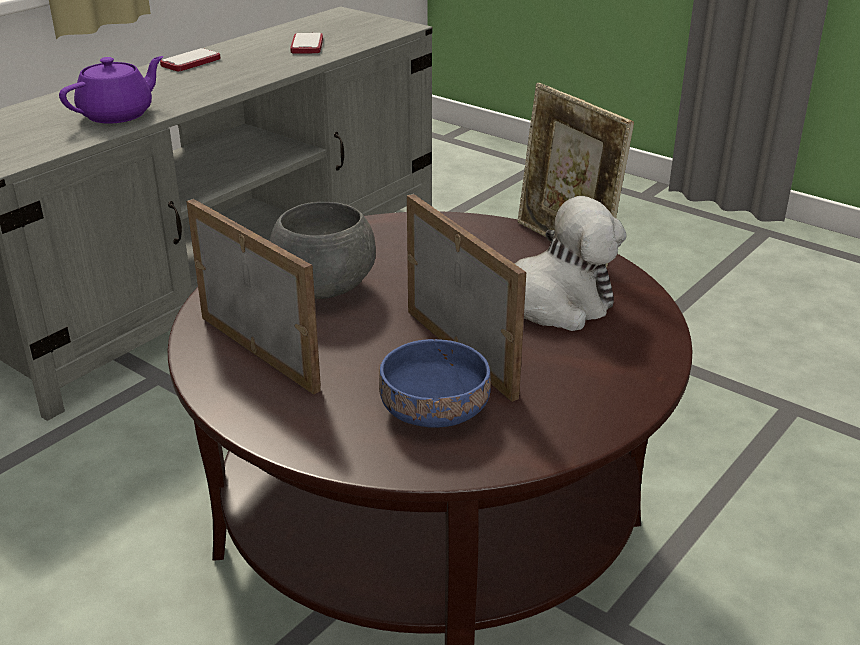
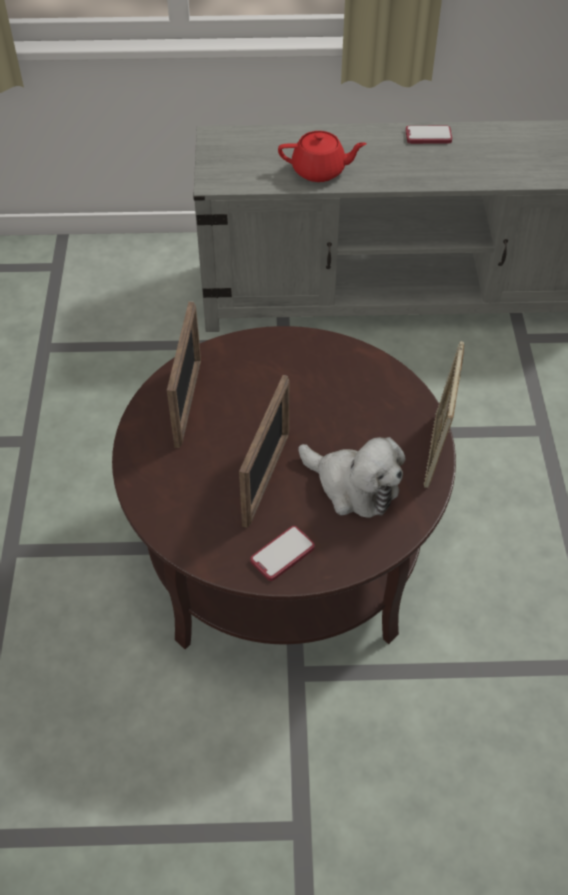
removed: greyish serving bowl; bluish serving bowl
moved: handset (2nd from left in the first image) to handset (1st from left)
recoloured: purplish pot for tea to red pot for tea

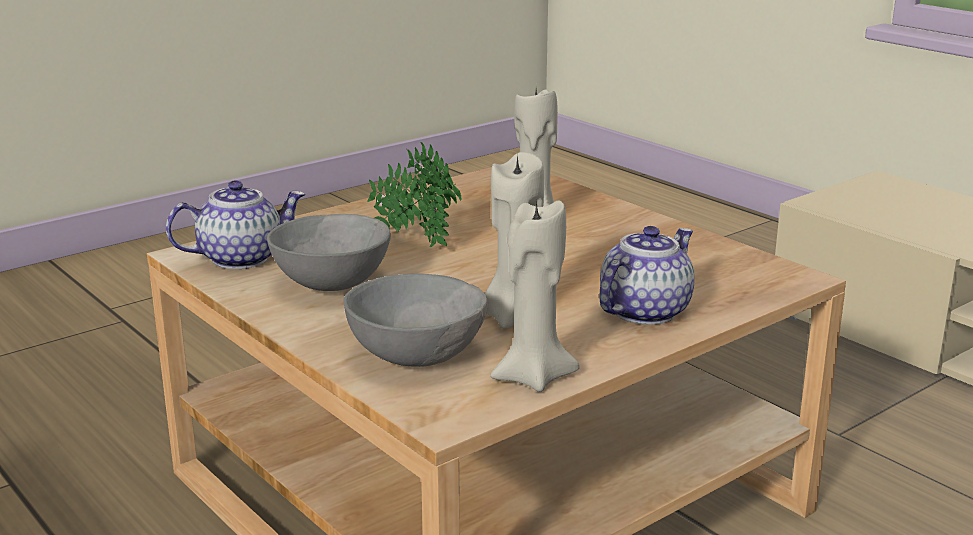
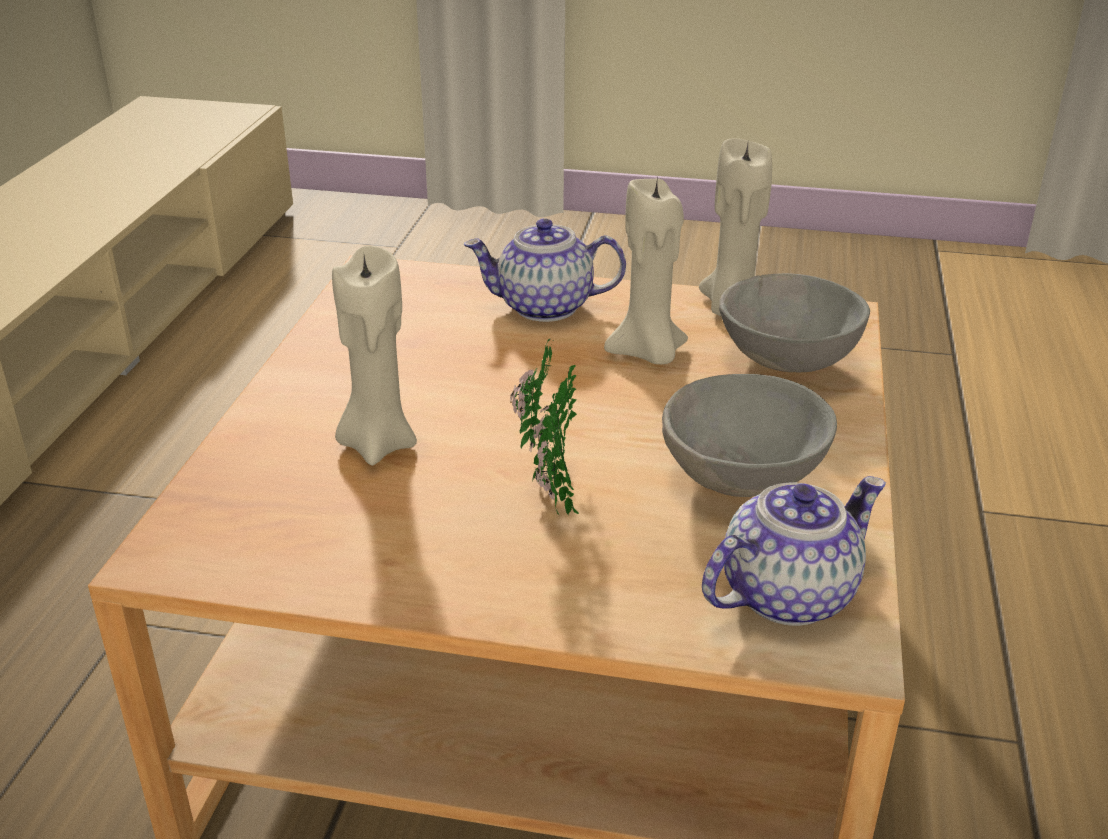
turned: pot for tea (1st from left in the first image) 120 degrees clockwise

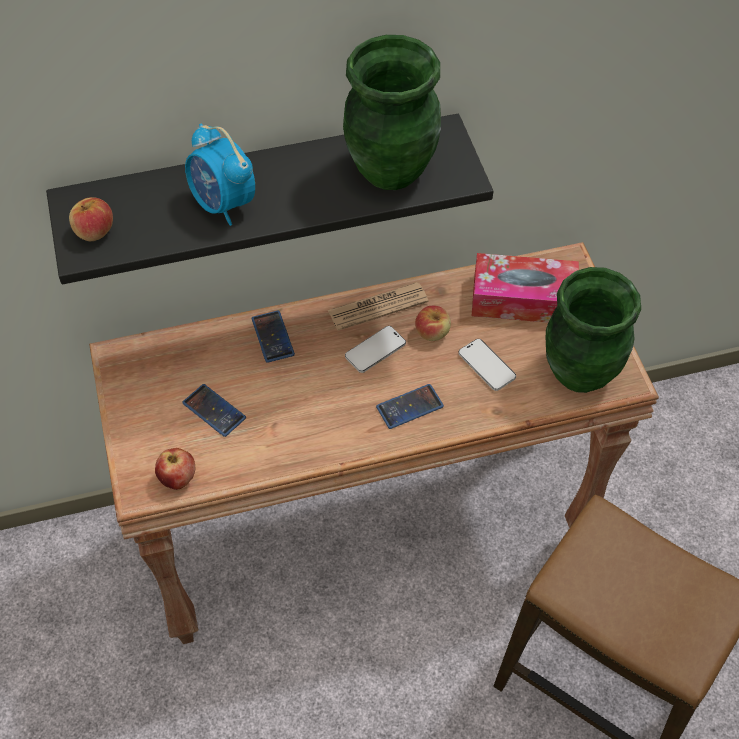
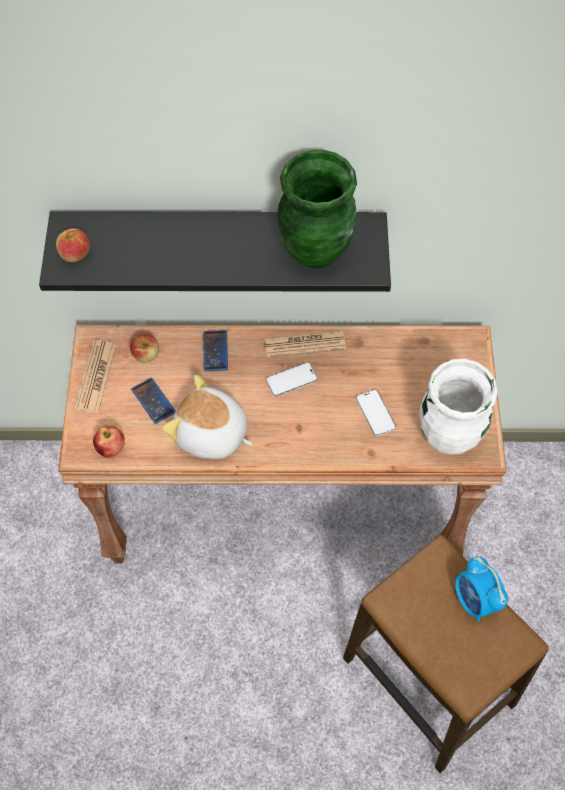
removed: handset (4th from left); box of tissues
added: printed paper (1st from left); cuddly toy
moved: whole apple (3rd from left); table clock
recoloured: green-coloured flower vase (2nd from left) to white-coloured flower vase

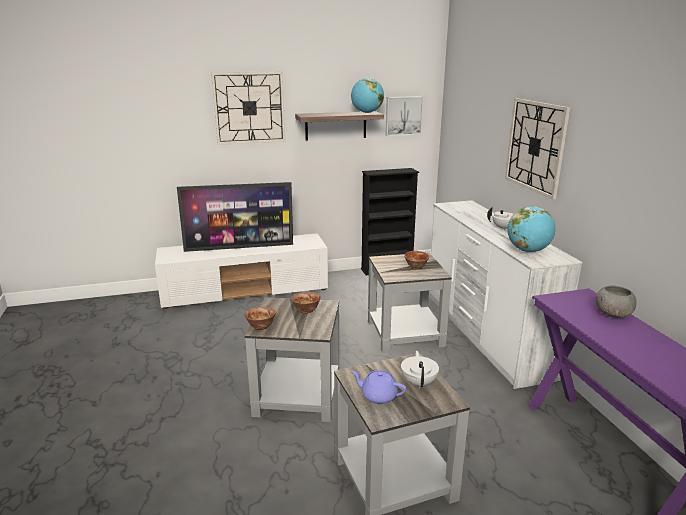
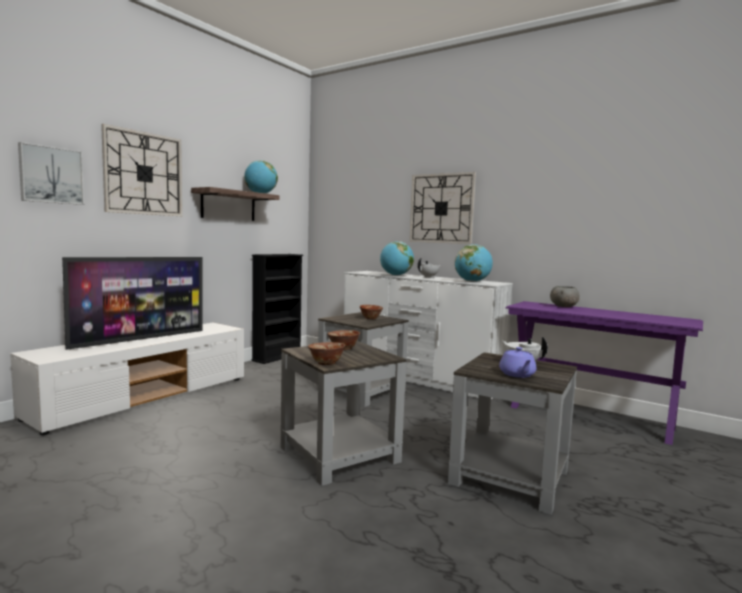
added: world globe (2nd from left)
moved: picture
turned: purplish pot for tea 75 degrees counterclockwise

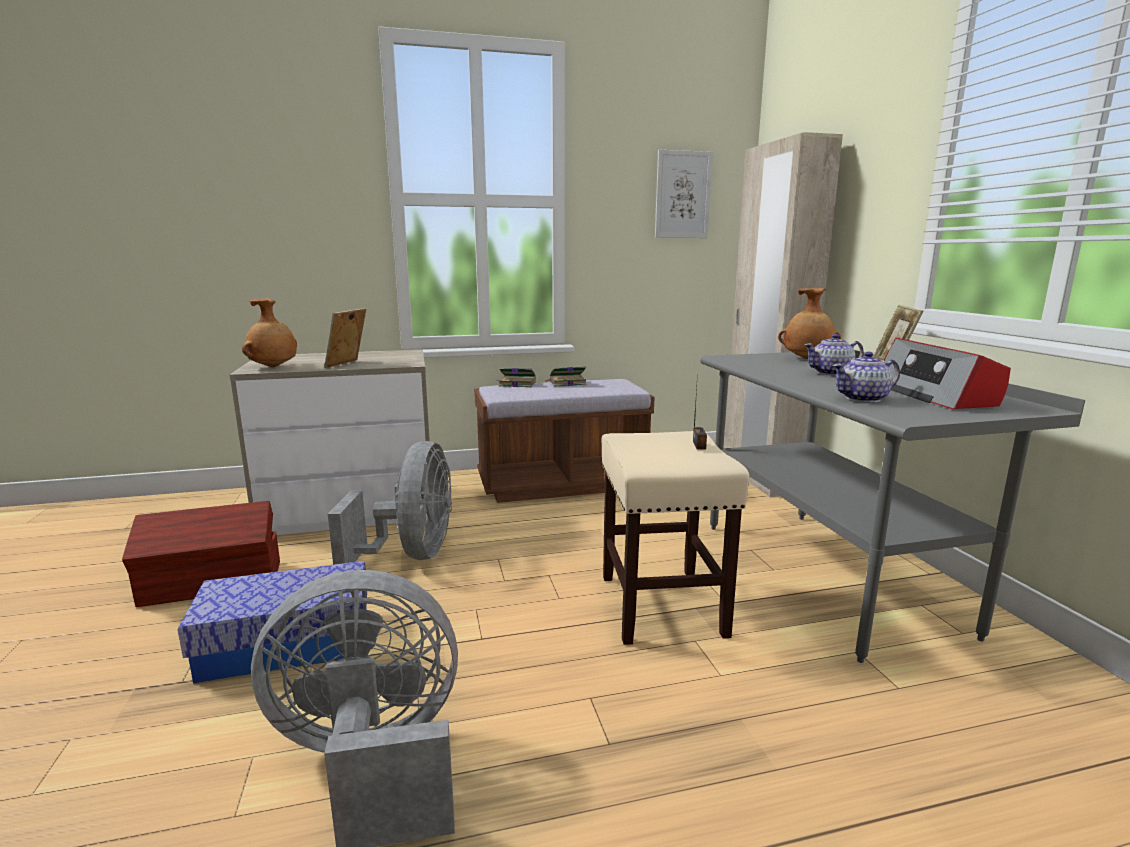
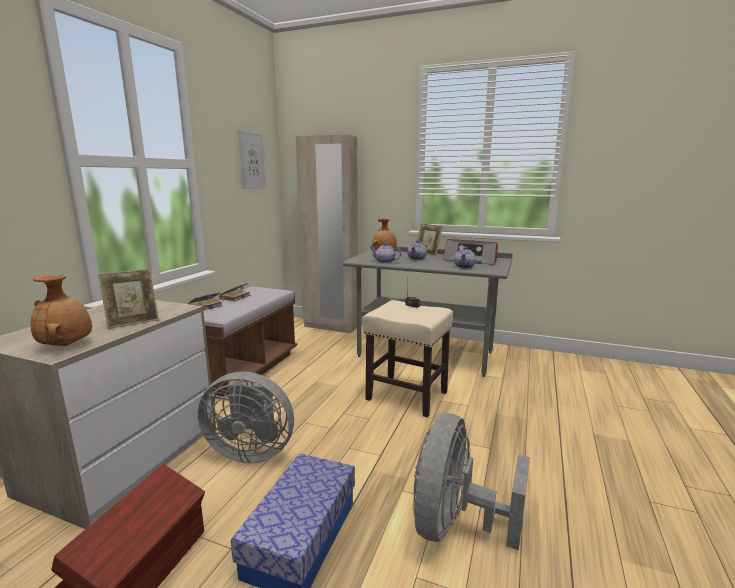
added: pot for tea (1st from left)
turned: standing frame (1st from left) 90 degrees counterclockwise; greyish fan (2nd from left in the first image) 150 degrees clockwise

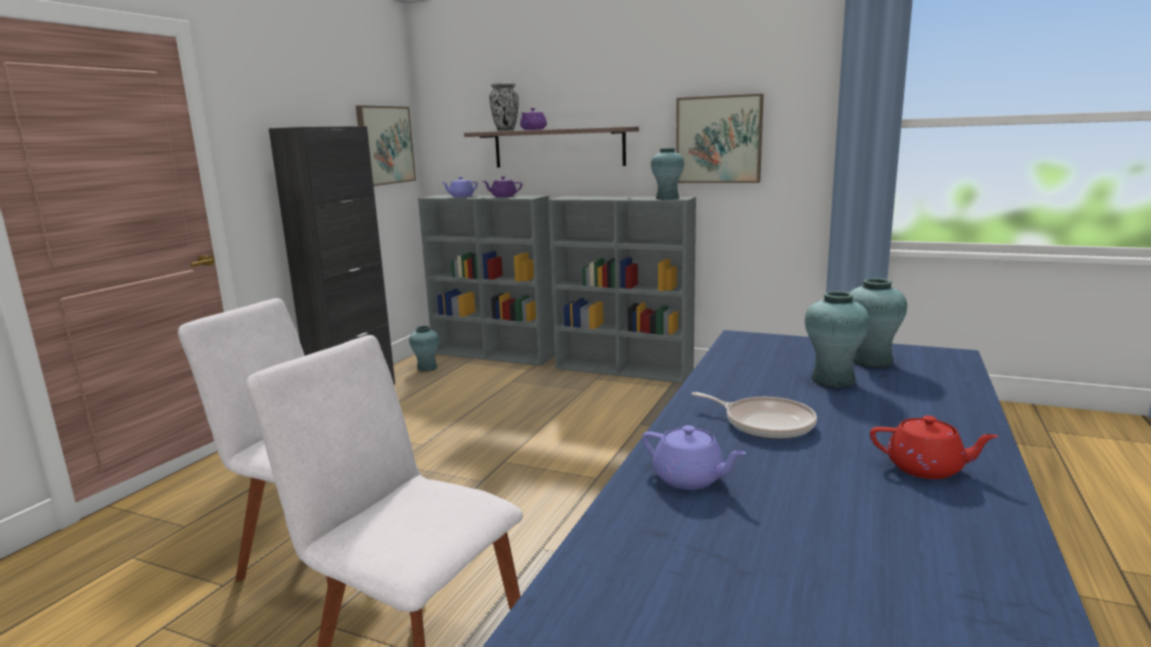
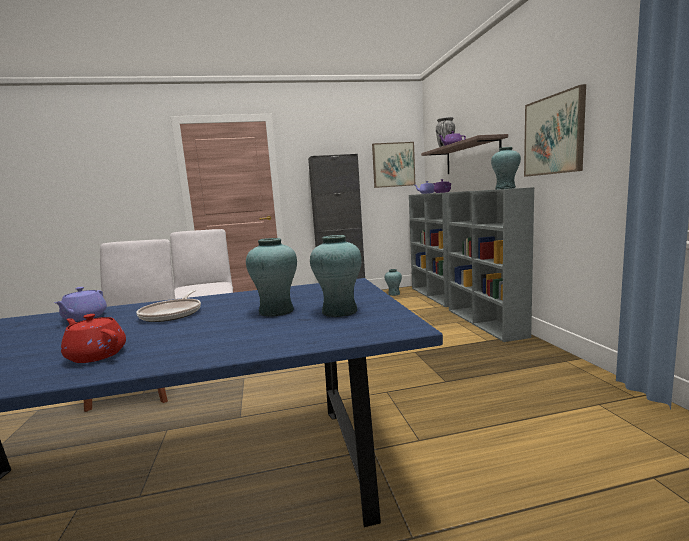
turned: red pot for tea 135 degrees clockwise

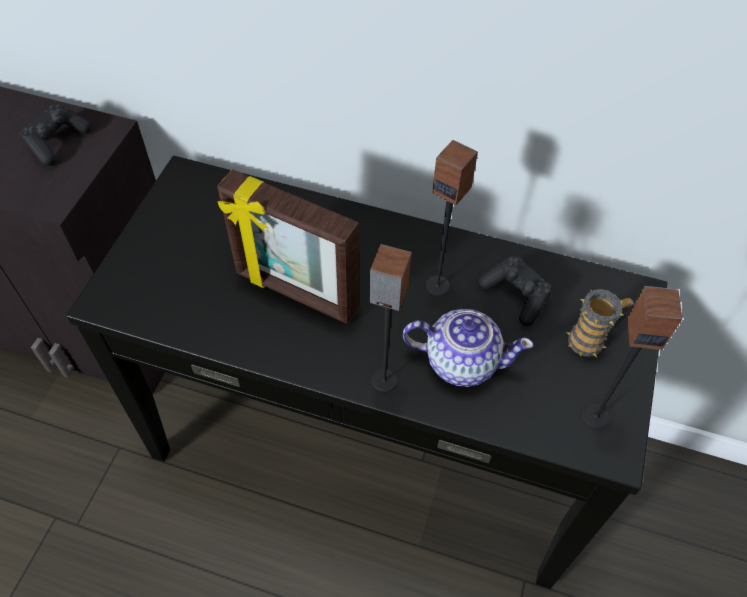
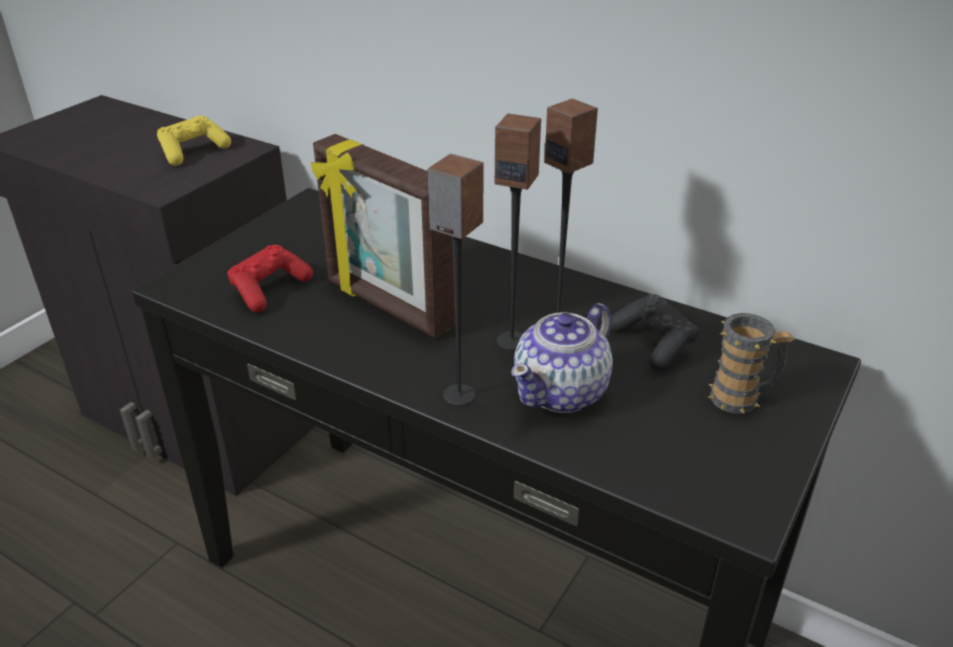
added: red gamepad
moved: speaker (3rd from left in the first image) to speaker (2nd from left)
recoloured: blackish gamepad (1st from left) to yellow gamepad
turned: pot for tea 105 degrees clockwise

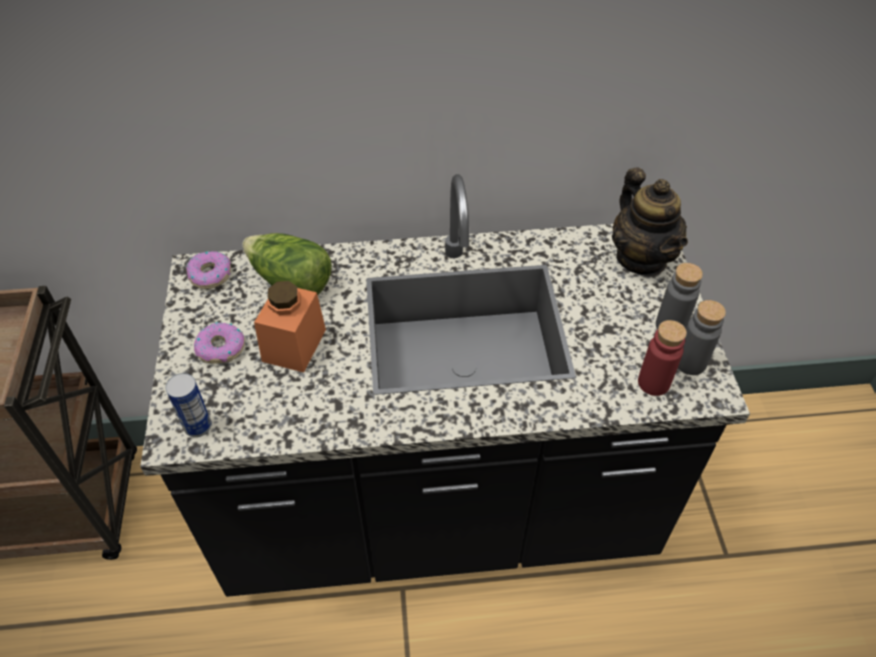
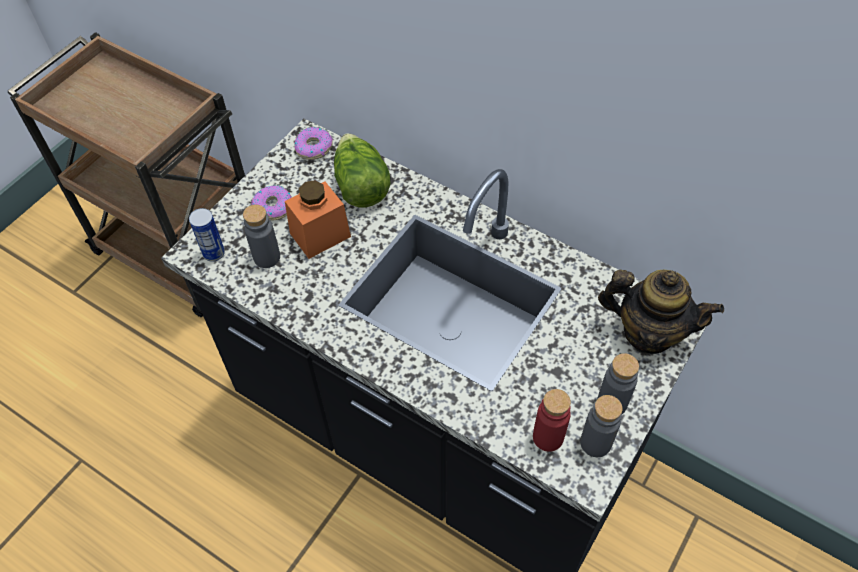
added: greyish bottle (1st from left)
turned: pot for tea 90 degrees counterclockwise

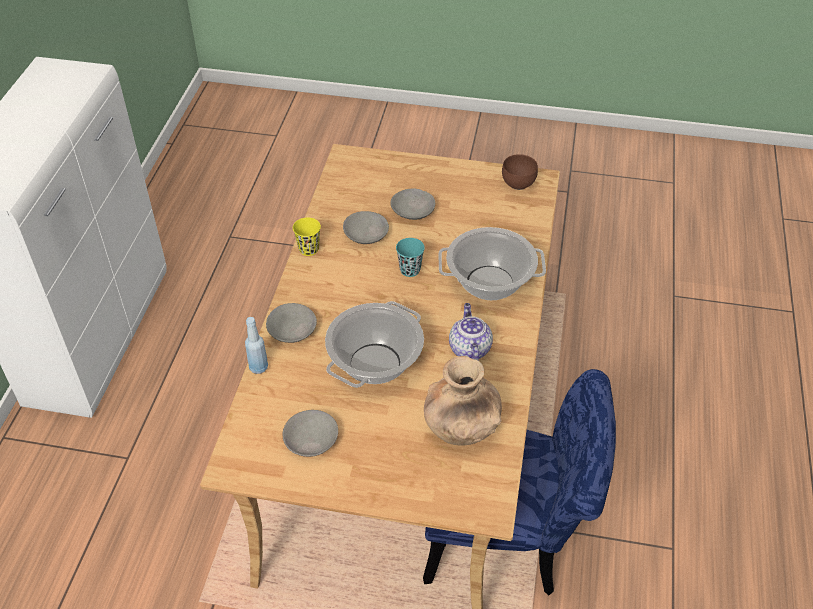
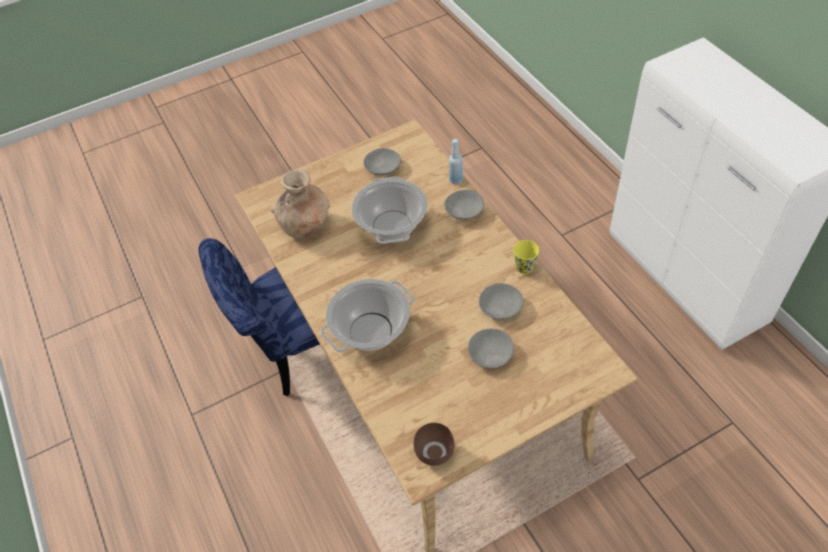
removed: blue-green drinking cup; pot for tea

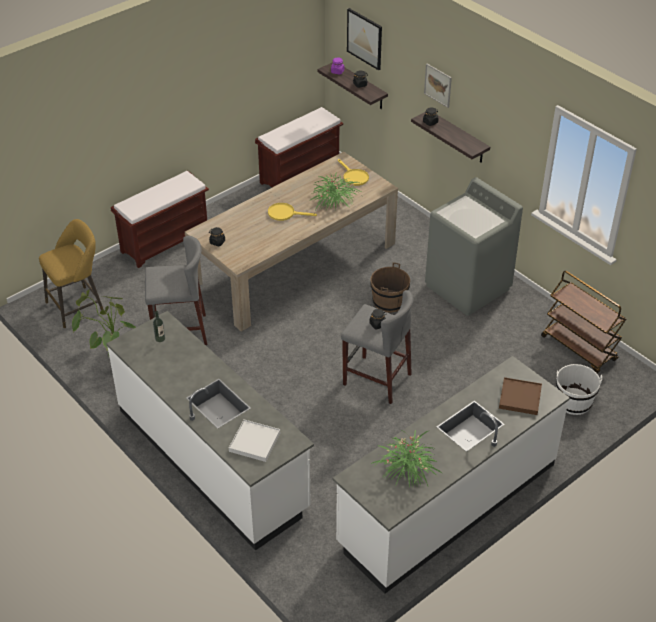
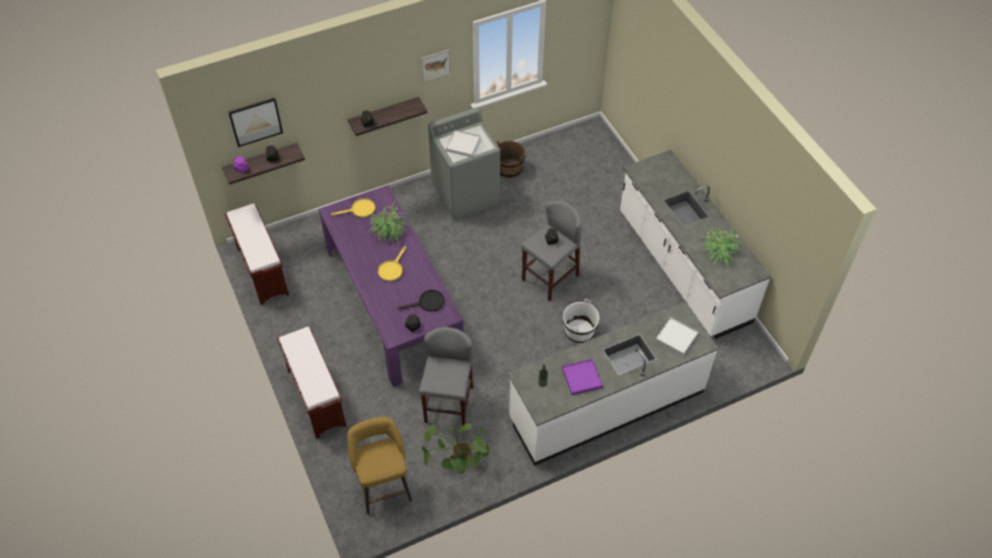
removed: brownish carrying tray; brownish trolley
added: blackish frying pan; white-coloured carrying tray (1st from left); purplish carrying tray
moved: picture (2nd from left); brownish water bucket; white-coloured water bucket
recoloured: sand-coloured dinner table to purplish dinner table

